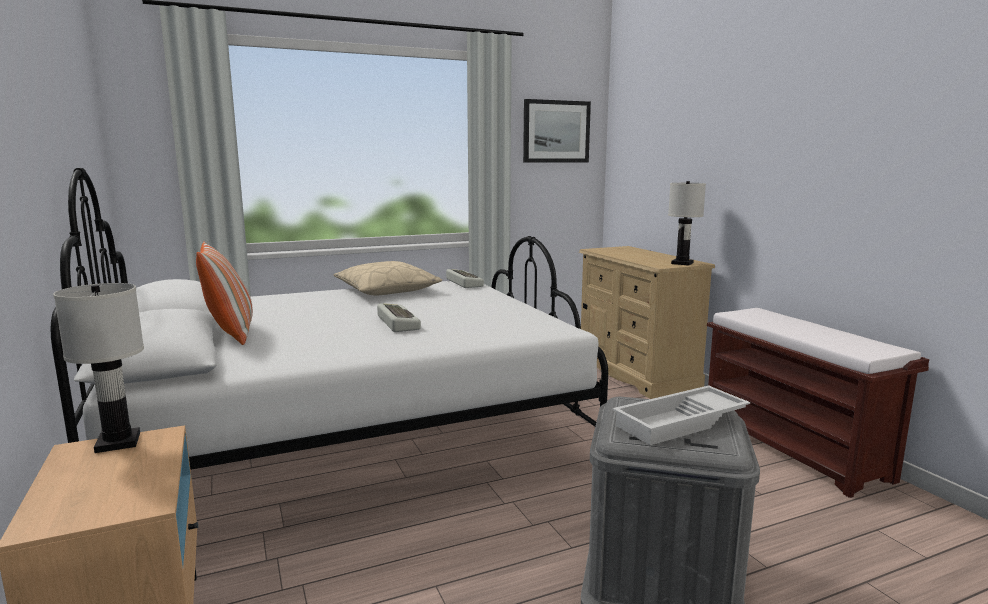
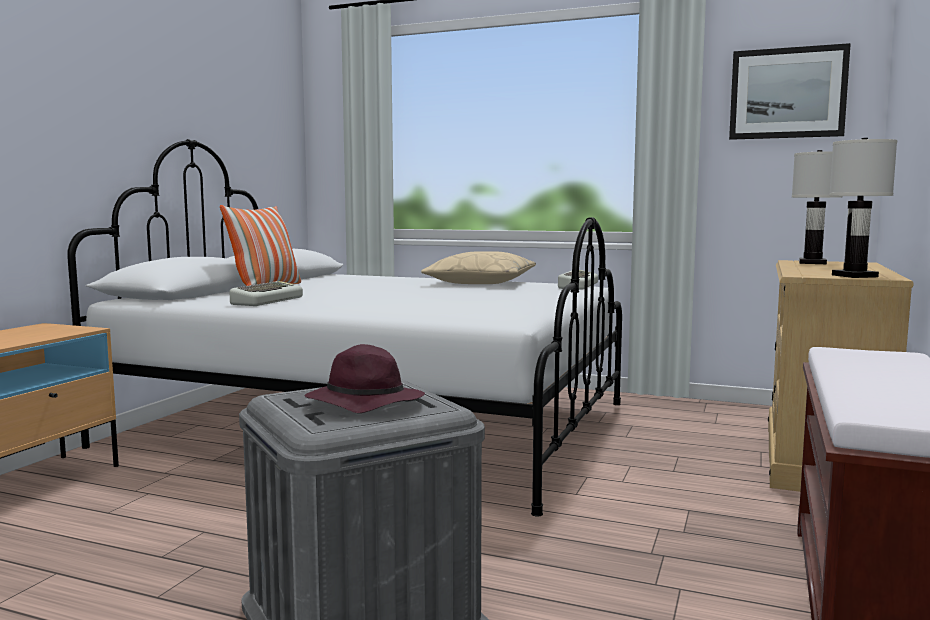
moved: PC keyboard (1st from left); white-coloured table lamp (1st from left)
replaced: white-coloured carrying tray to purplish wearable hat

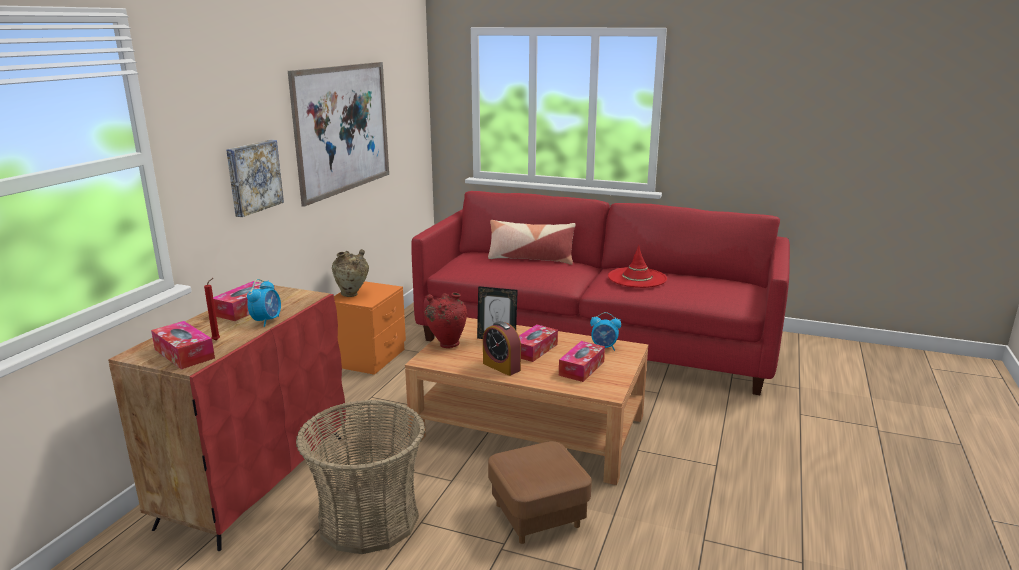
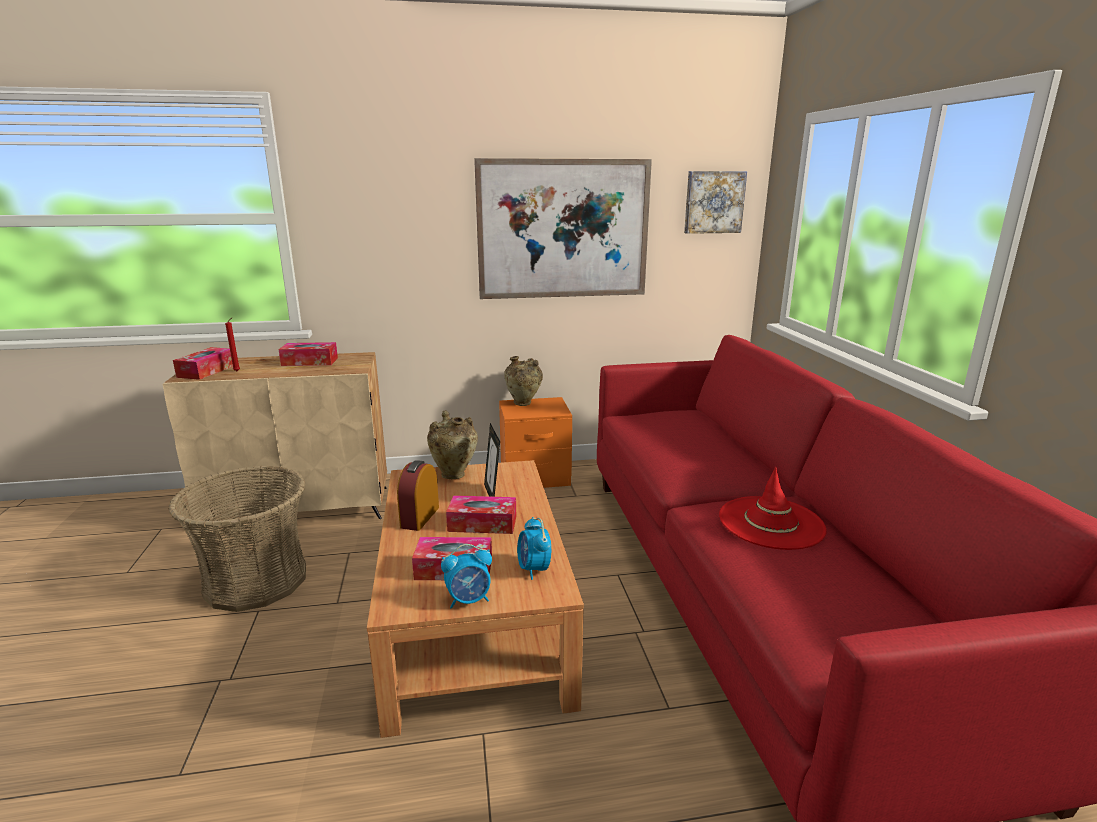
removed: cushion; brownish pouffe
moved: table clock (1st from left in the first image) to table clock (2nd from left); picture (1st from left in the first image) to picture (2nd from left)
recoloured: red cabinet to sand-coloured cabinet; red flower vase to sand-coloured flower vase (1st from left)

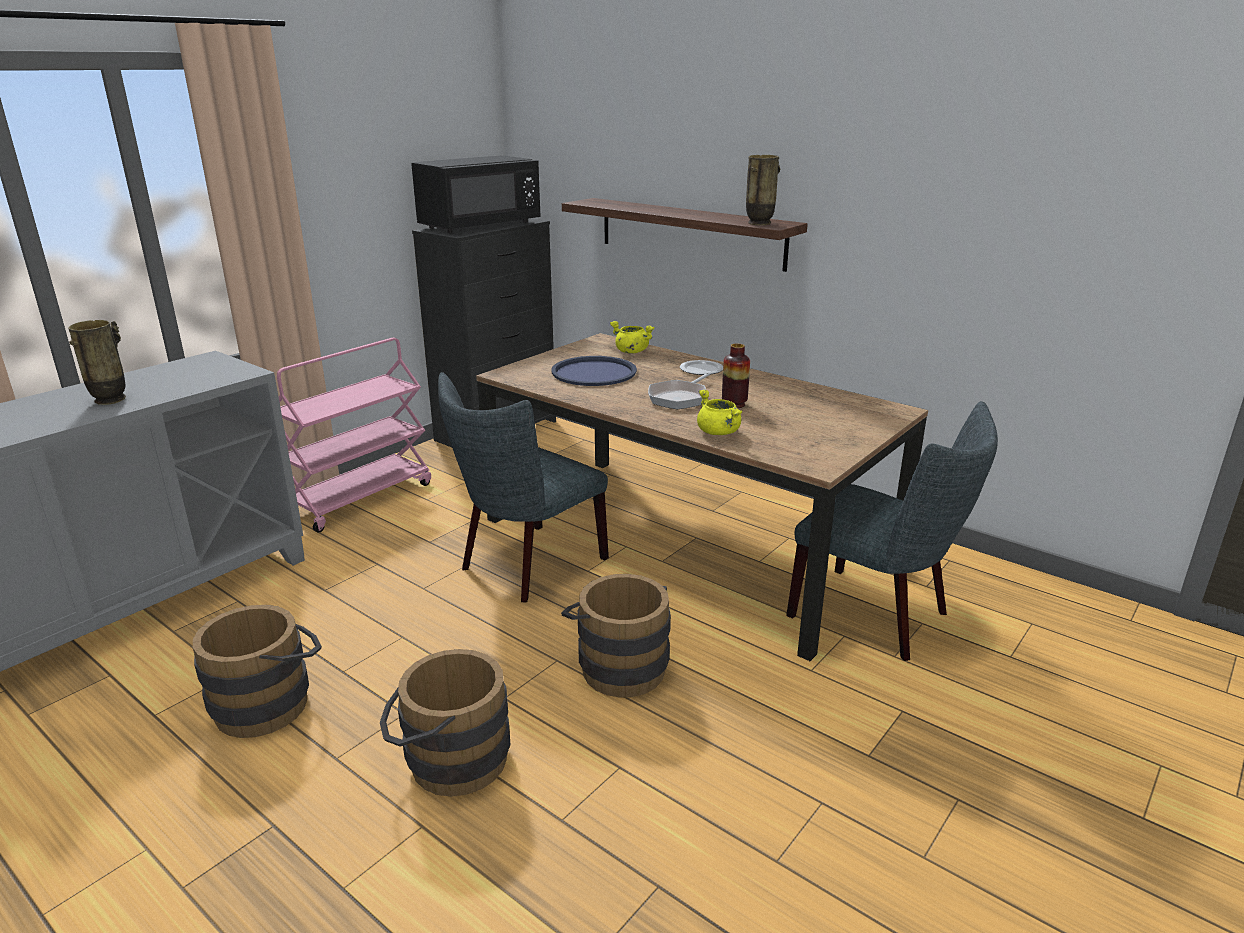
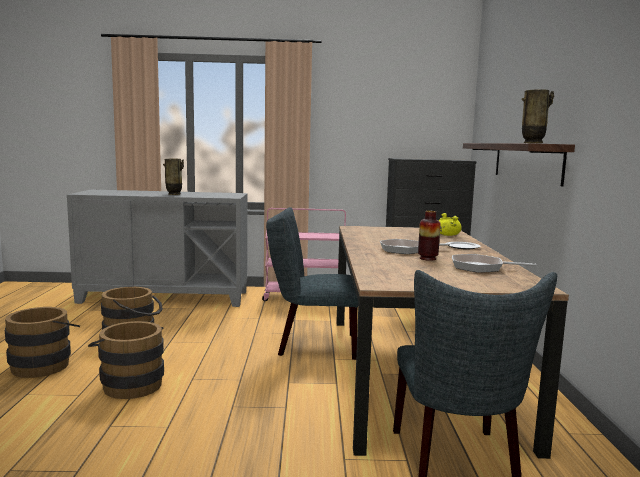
removed: blackish microwave; bluish carrying tray; yellow cooking pot (2nd from left)
added: frying pan (2nd from left)
moved: brownish water bucket (3rd from left in the first image) to brownish water bucket (1st from left)

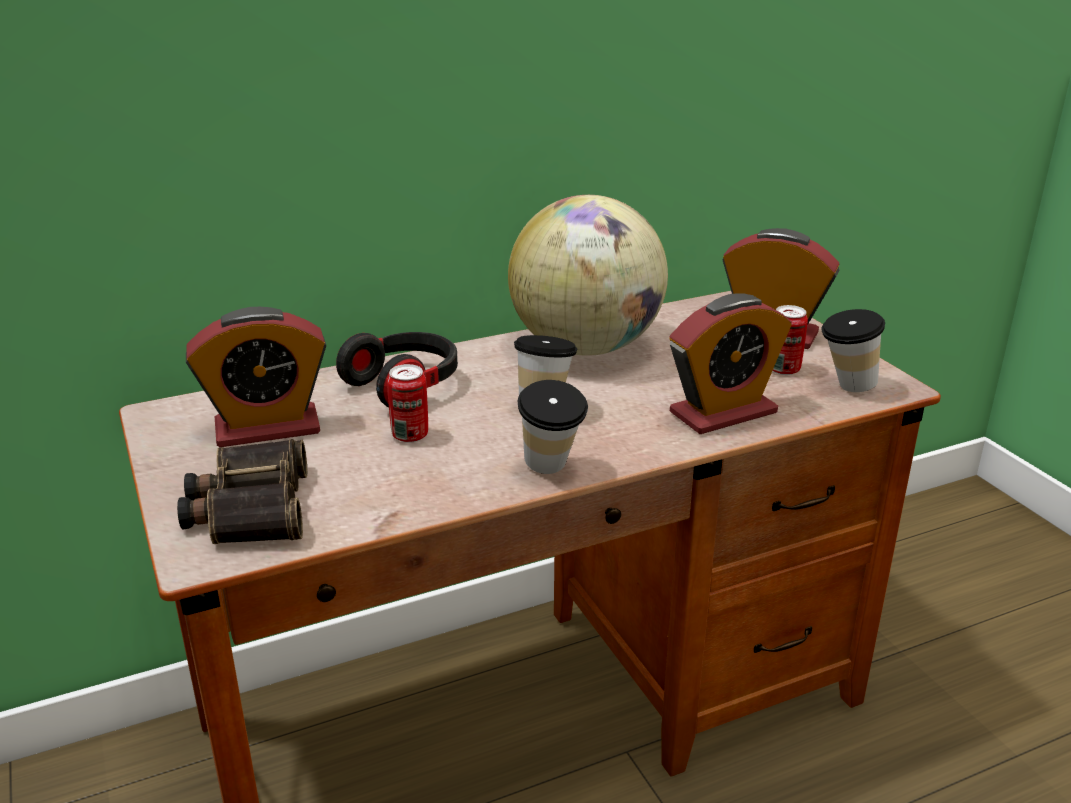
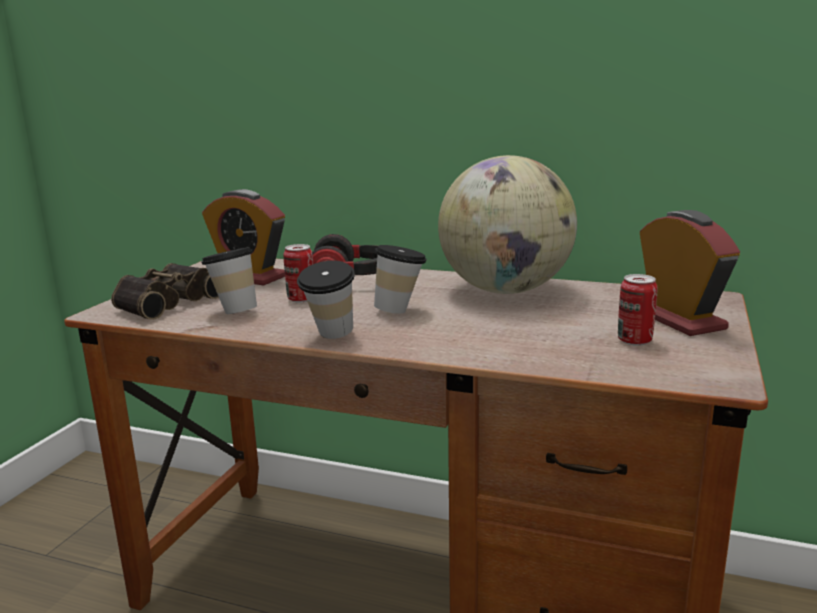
removed: table clock (2nd from left)
moved: drinking cup (3rd from left in the first image) to drinking cup (1st from left)

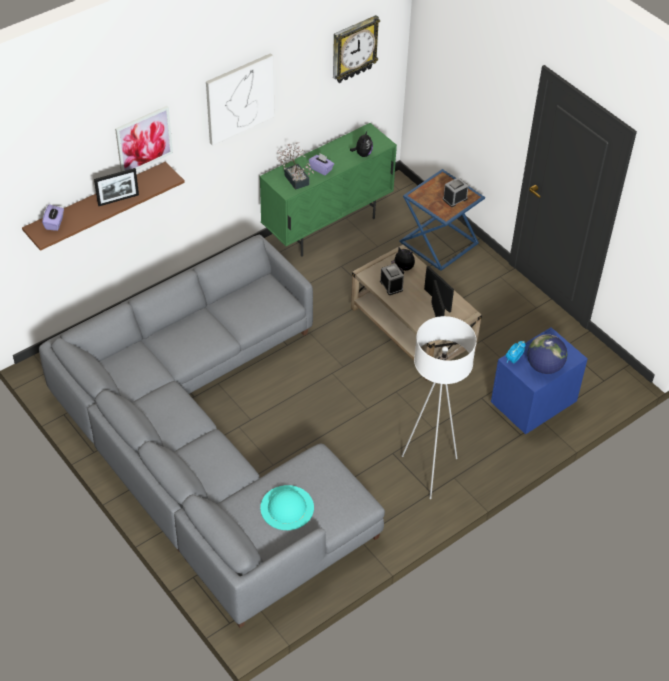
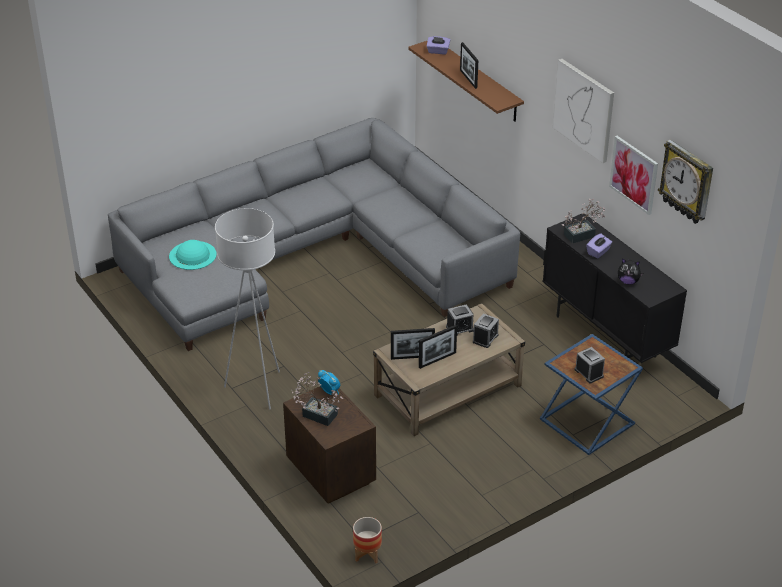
added: planter
moved: picture (1st from left in the first image) to picture (2nd from left)
replaced: world globe to potted plant (1st from left); cuddly toy (2nd from left) to table clock (3rd from left)
recoloured: bluish bedside table to brownish bedside table; green-coloured cabinet to blackish cabinet

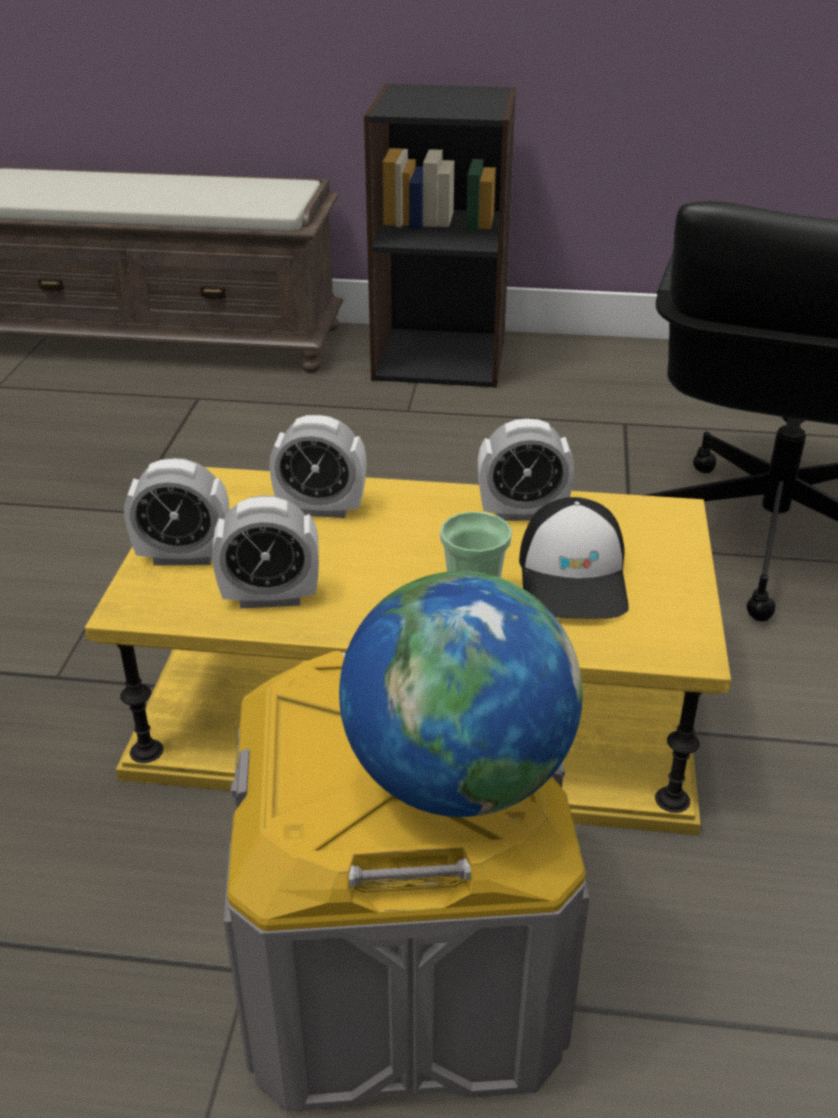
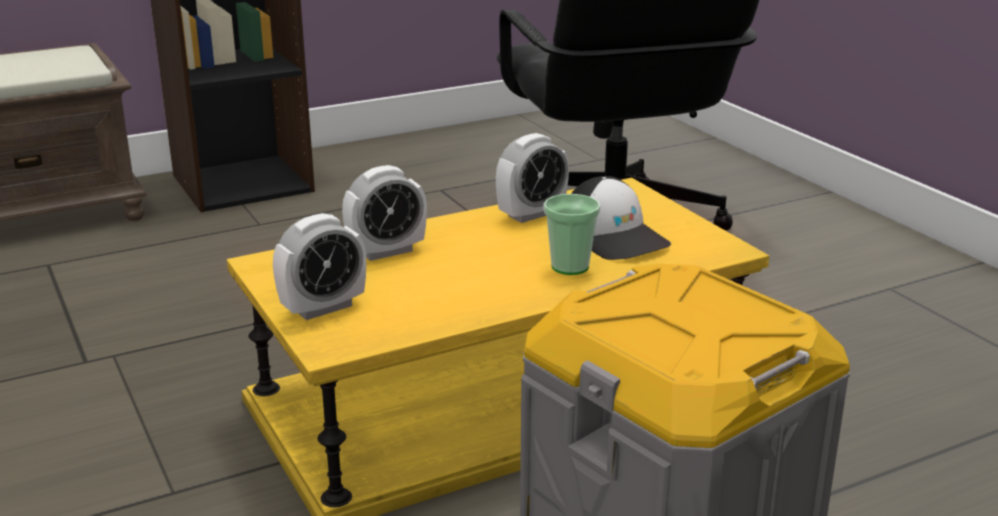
removed: table clock (2nd from left); world globe

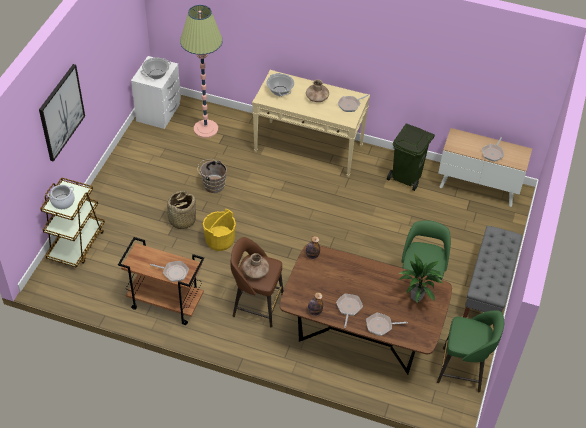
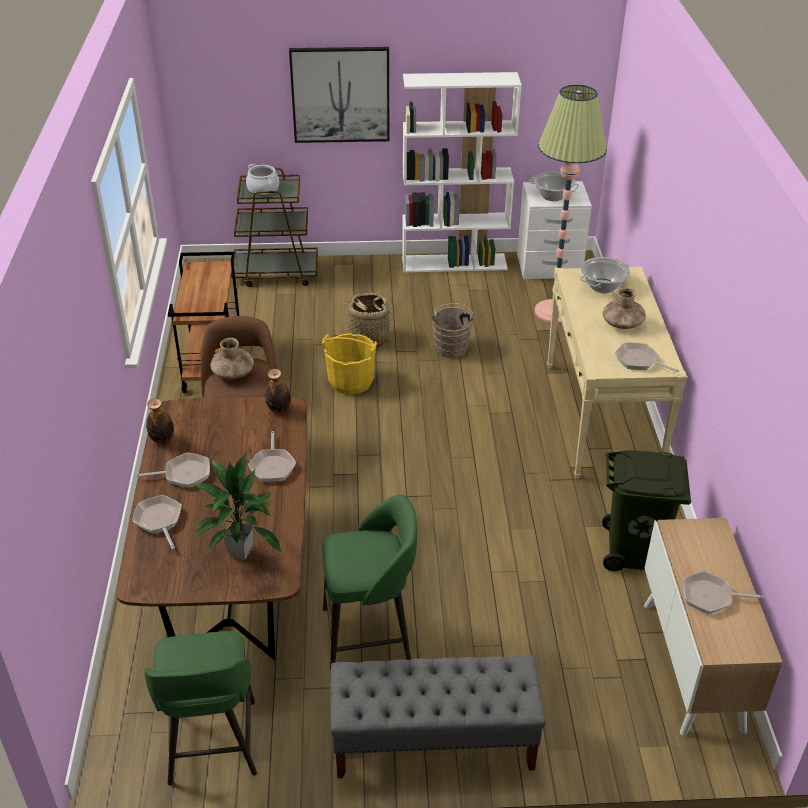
added: white-coloured bookcase
moved: frying pan (1st from left in the first image) to frying pan (3rd from left)

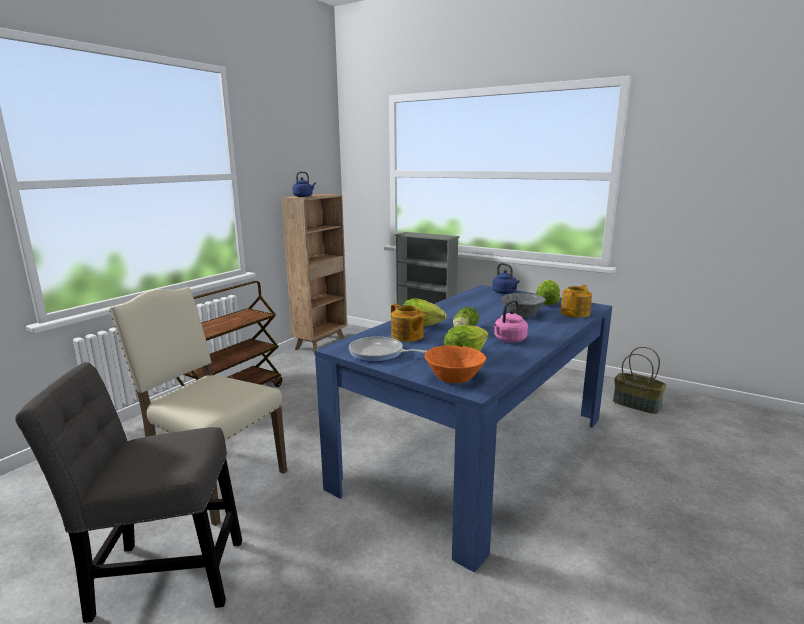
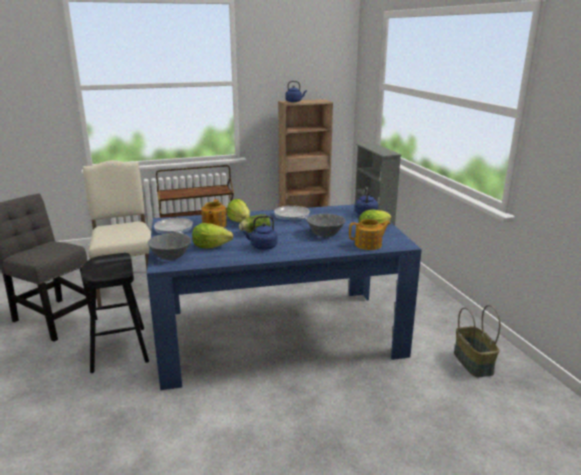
added: blackish stool seat; frying pan (2nd from left)
recoloured: orange serving bowl to greyish serving bowl (1st from left); pink-coloured kettle to bluish kettle (1st from left)

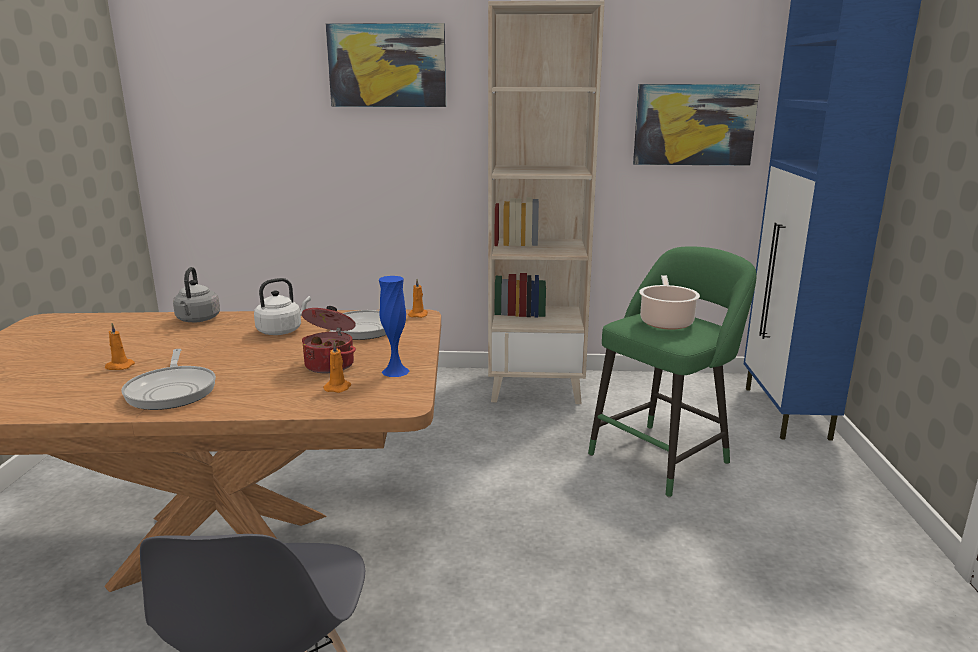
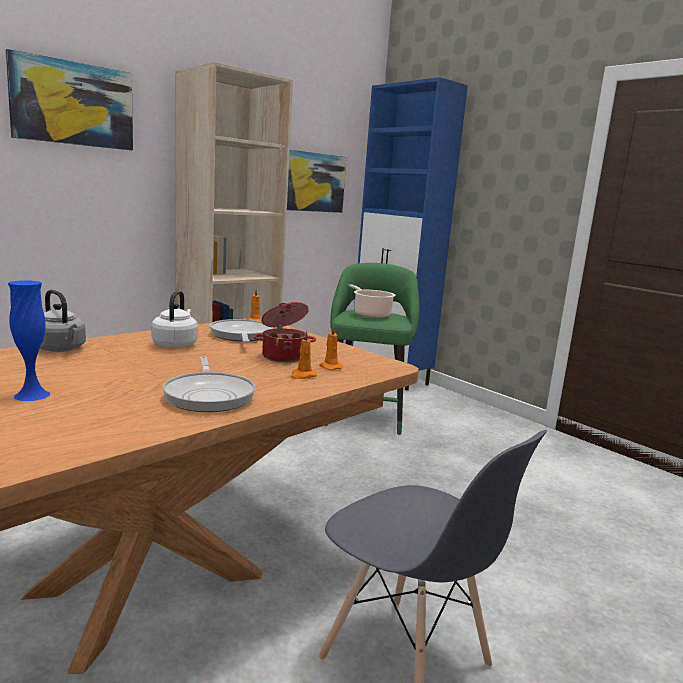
moved: bluish flower vase; orange candle (1st from left in the first image) to orange candle (2nd from left)
turned: frying pan (1st from left) 45 degrees clockwise

